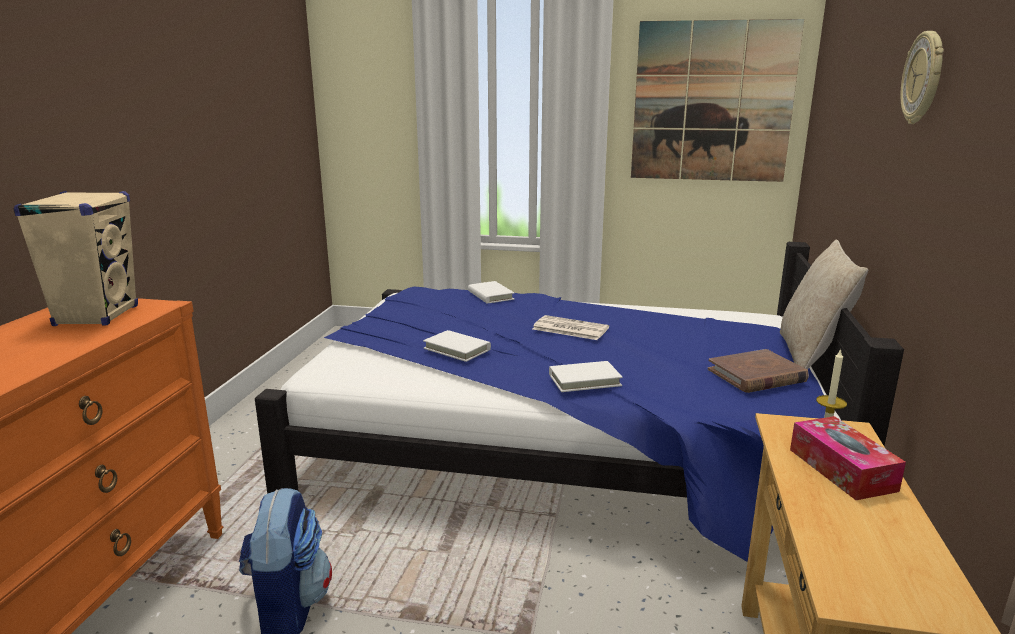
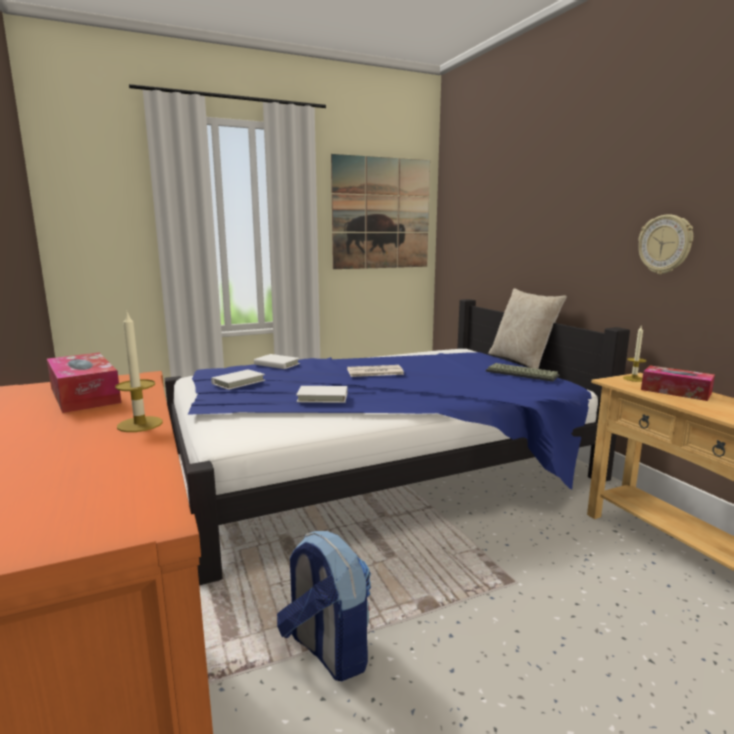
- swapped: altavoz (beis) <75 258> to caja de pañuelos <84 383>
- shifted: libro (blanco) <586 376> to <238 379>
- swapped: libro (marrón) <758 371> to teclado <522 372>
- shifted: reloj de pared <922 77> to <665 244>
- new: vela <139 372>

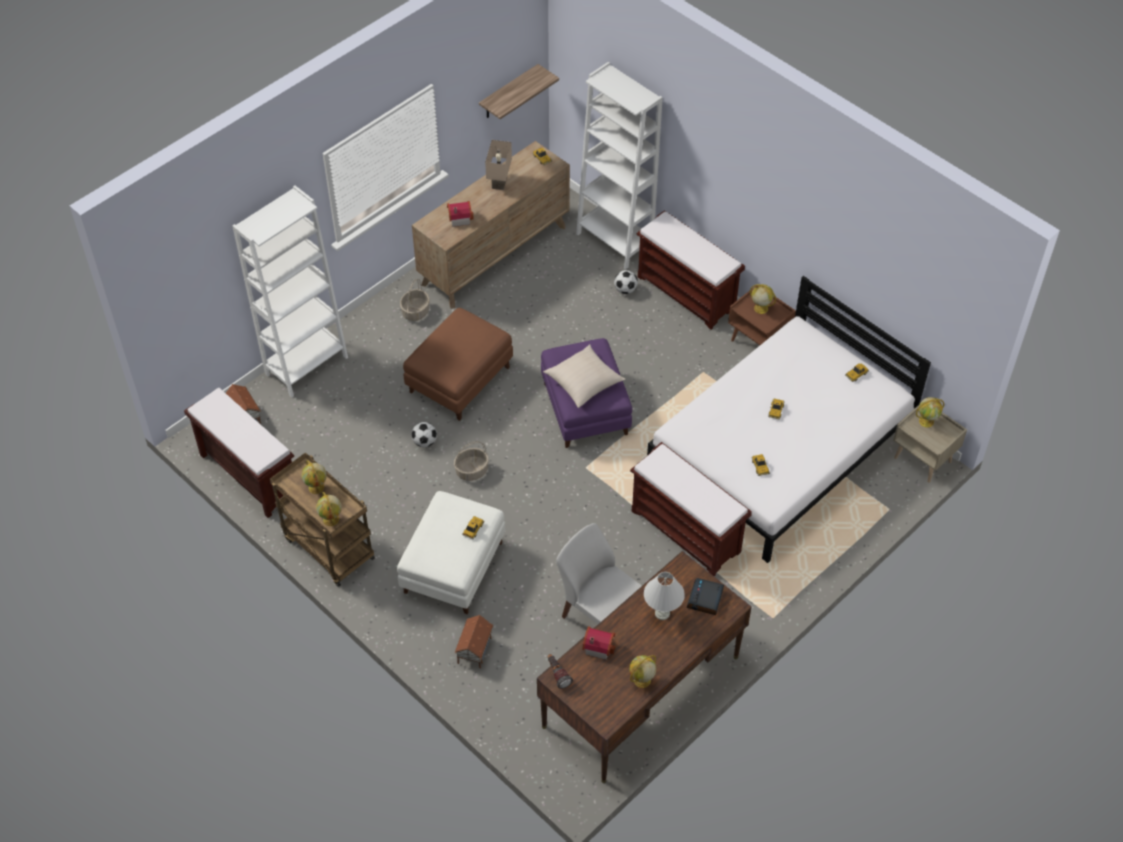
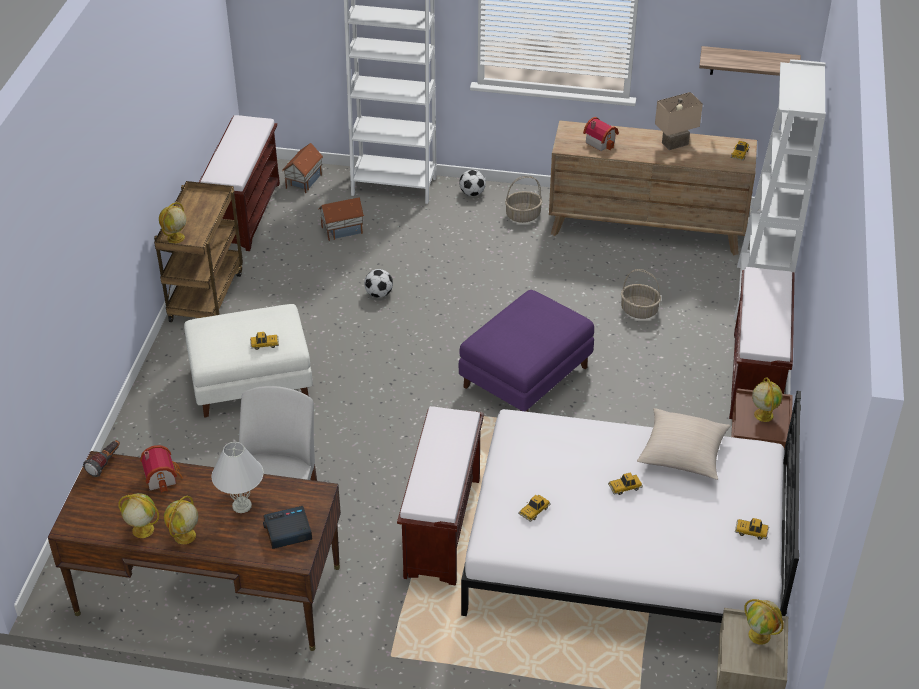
- shifted: globo terráqueo <314 477> to <181 520>
- gone: puf (marrón) <458 364>
- shifted: cesta <471 461> to <641 294>
- shifted: casita <473 641> to <341 219>
- shifted: cojín (beis) <584 376> to <684 444>
- shifted: balón de fútbol <626 282> to <472 183>

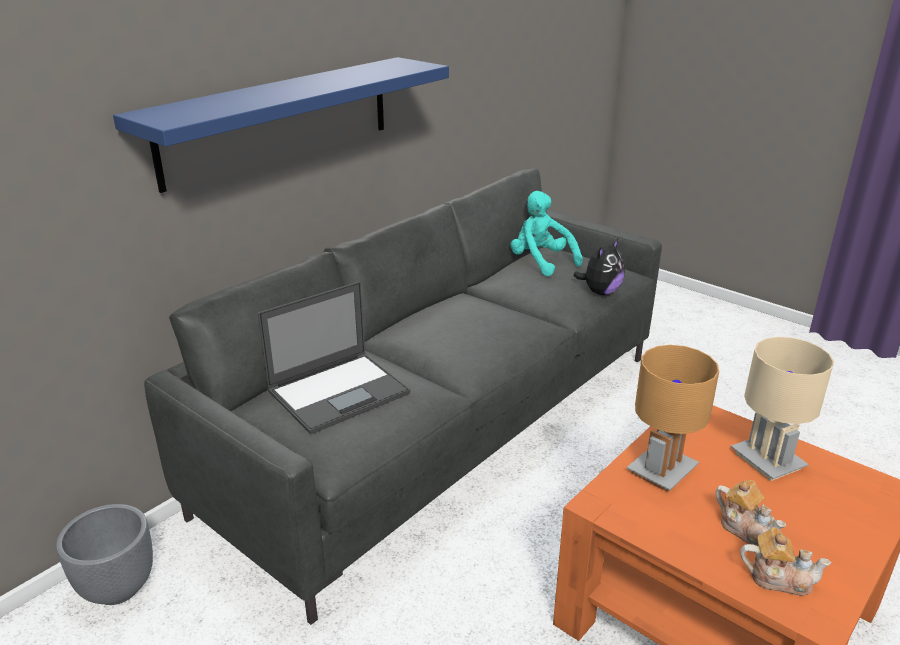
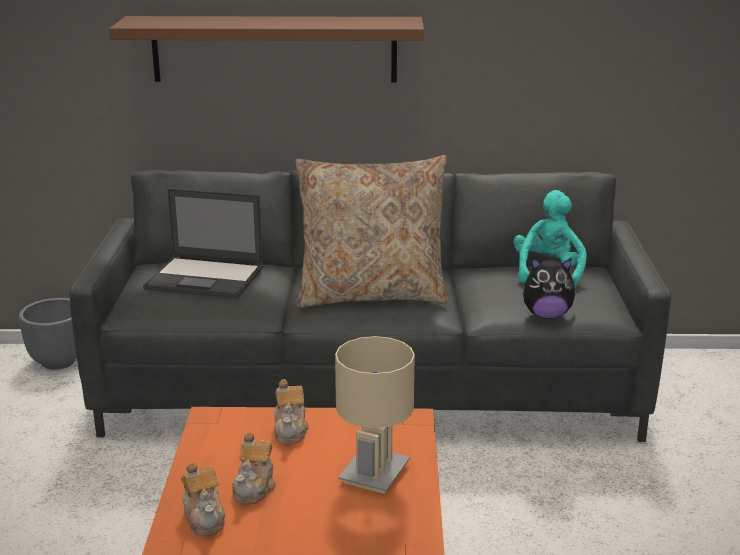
- repainted: estante (azul) <281 125> to estante (marrón) <266 49>
- swapped: lámpara de mesa (marrón) <673 418> to tetera <291 411>
- new: cojín (beis) <372 231>

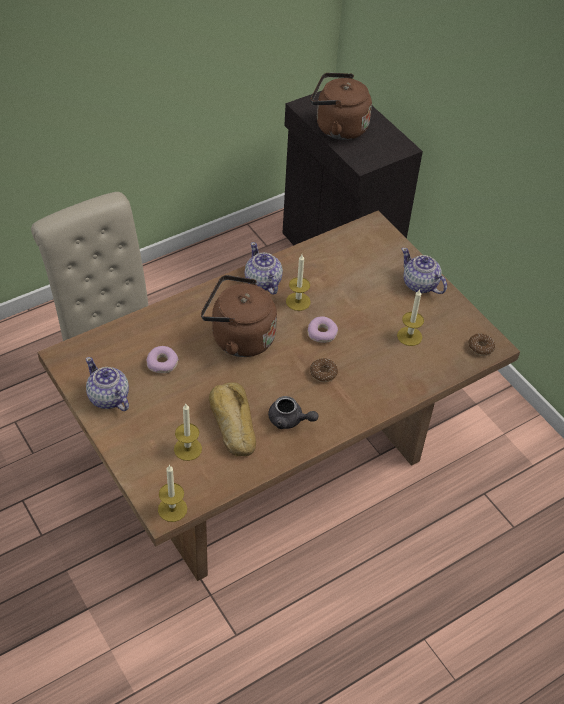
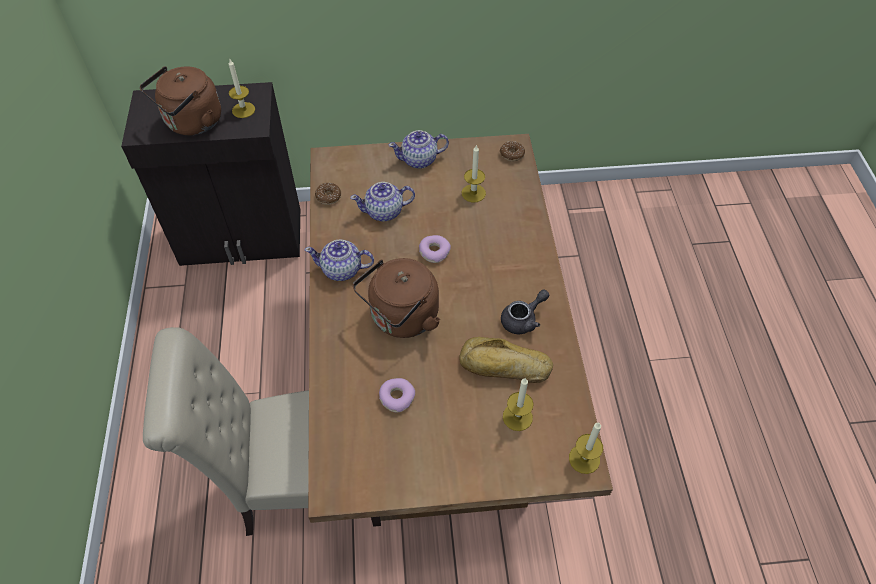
- shifted: tetera <107 384> to <382 201>
- shifted: vela <298 283> to <242 88>
- shifted: rosquilla <324 370> to <328 194>

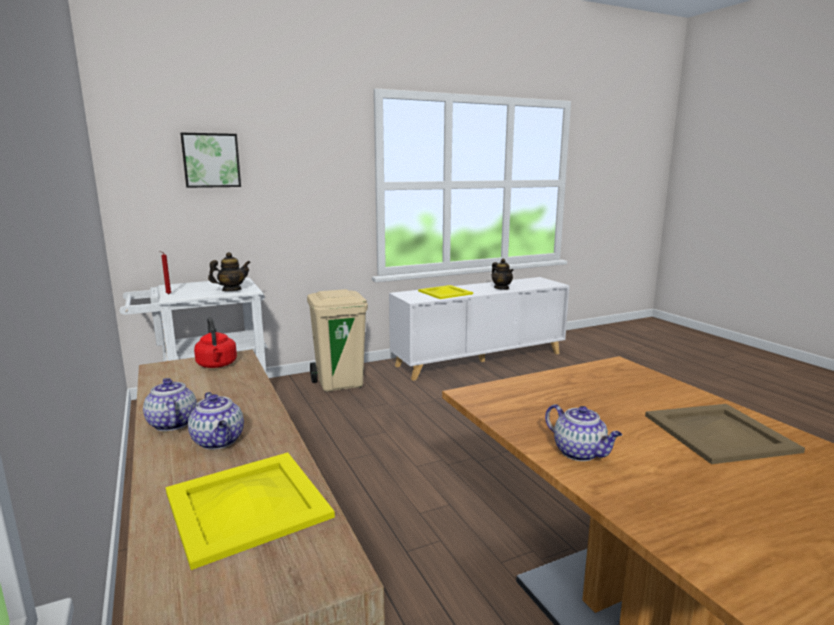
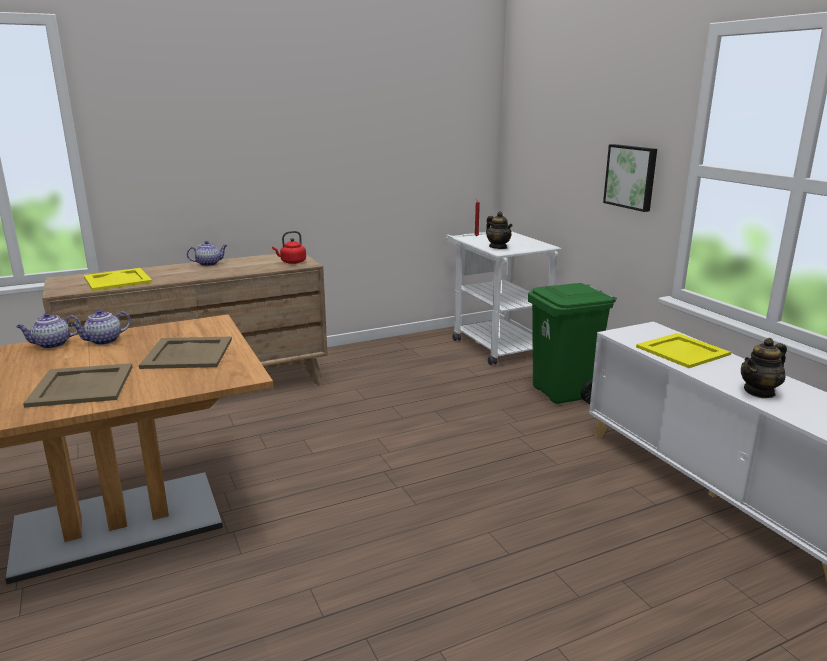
- shifted: cuadro <210 160> to <630 178>
- shifted: tetera <216 421> to <48 331>
- repainted: papelera (beis) <337 340> to papelera (verde) <572 343>
- new: bandeja (beis) <185 353>

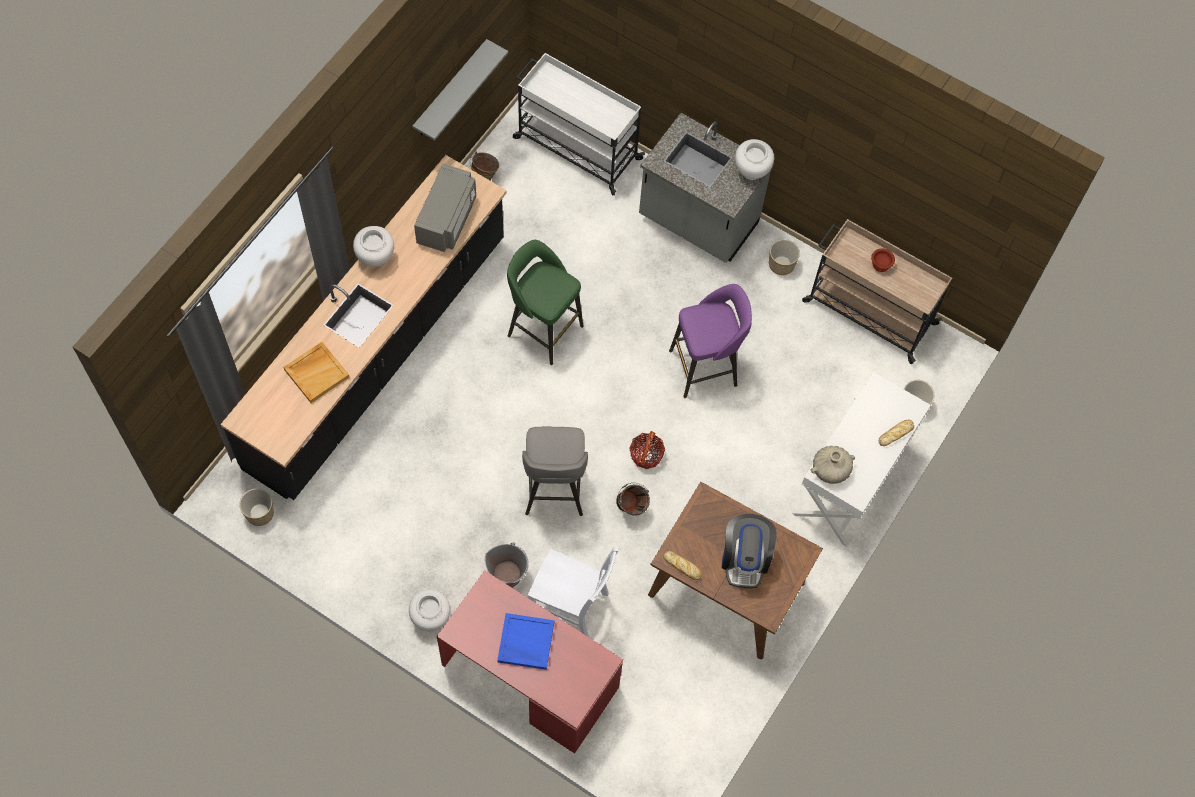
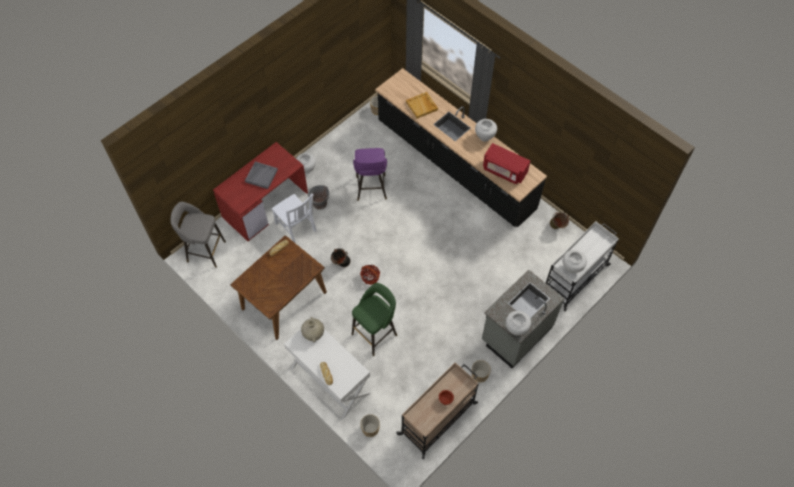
- gone: estante (gris) <460 90>
- repainted: microondas (gris) <445 208> to microondas (rojo) <507 163>
- repainted: bandeja (azul) <525 641> to bandeja (gris) <261 175>
- shifted: taburete (verde) <545 302> to <374 319>
- shifted: taburete (gris) <555 471> to <198 235>
- rotated: silla (blanco) <573 592> = <294 218> 75 degrees counterclockwise
- shifted: taburete (morado) <710 341> to <370 174>
- gone: cafetera <749 551>
- new: florero (blanco) <575 261>

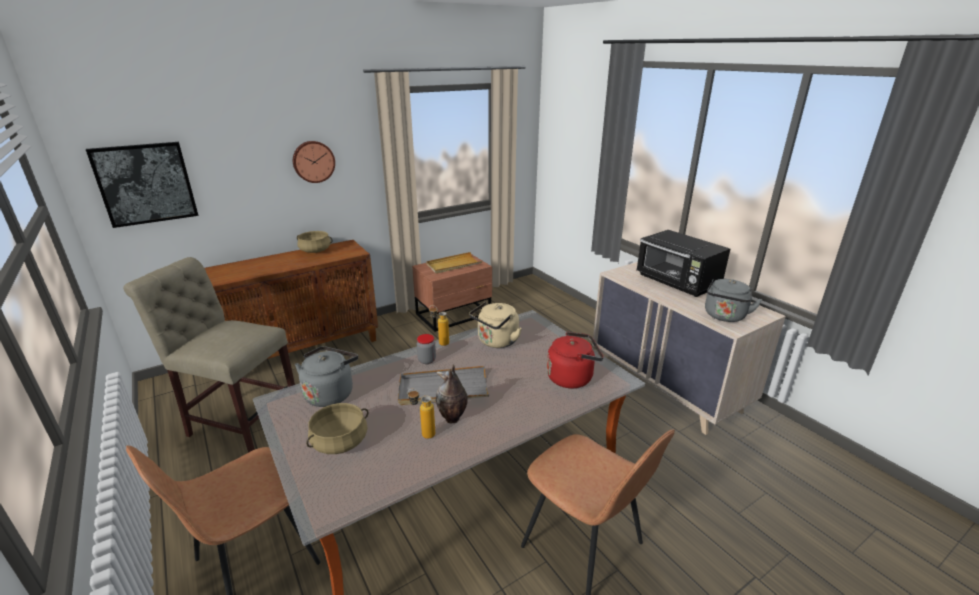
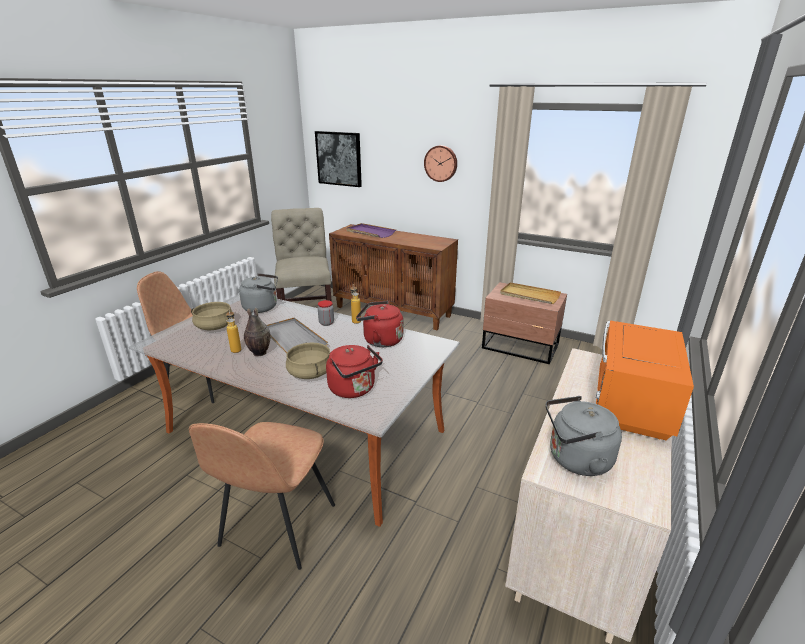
- shifted: olla (beis) <314 242> to <308 360>
- repainted: hervidor (beis) <495 325> to hervidor (rojo) <379 324>
- repainted: microondas (negro) <683 263> to microondas (naranja) <645 380>
- new: bandeja (morado) <371 230>

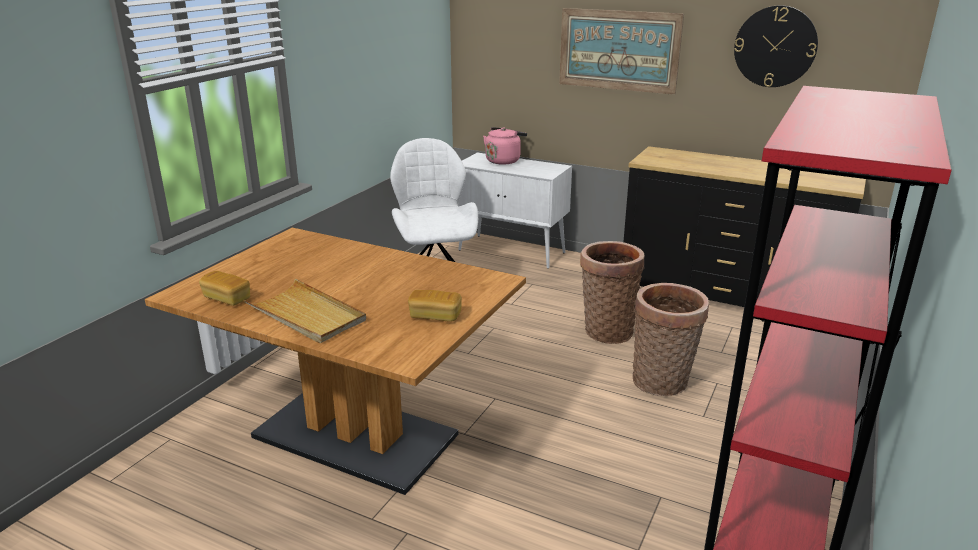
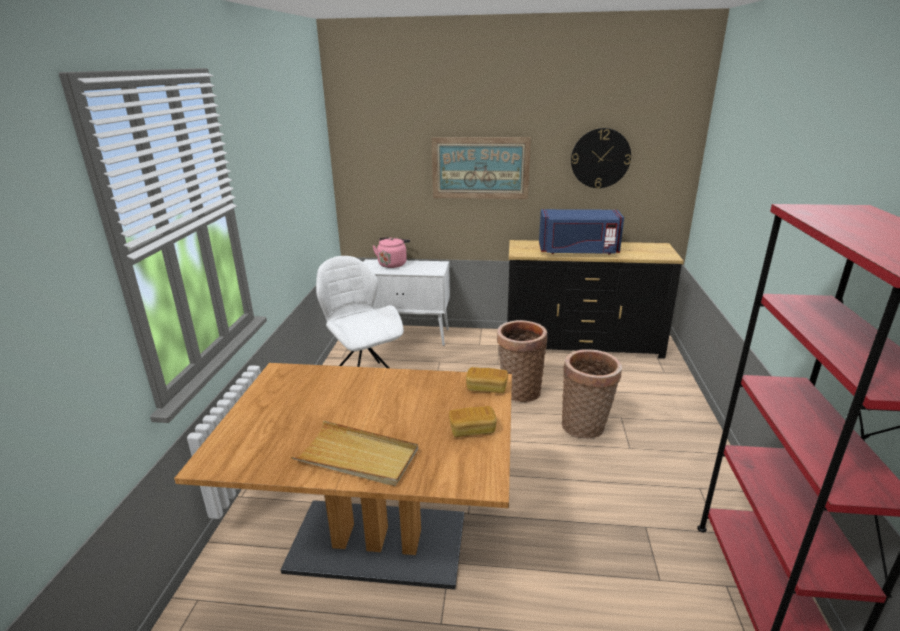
- shifted: pan <224 288> to <487 380>
- new: microondas (azul) <581 232>

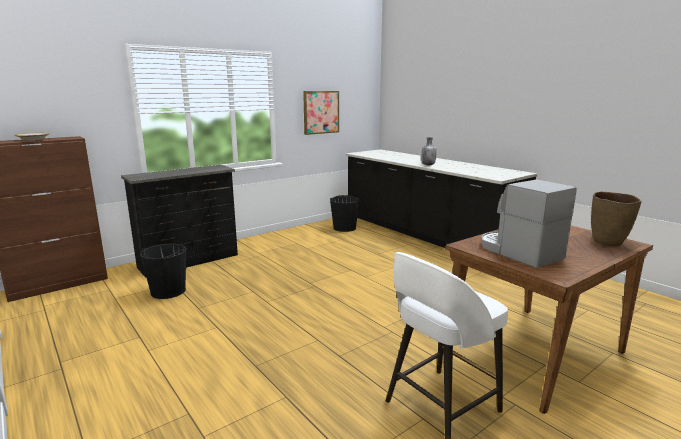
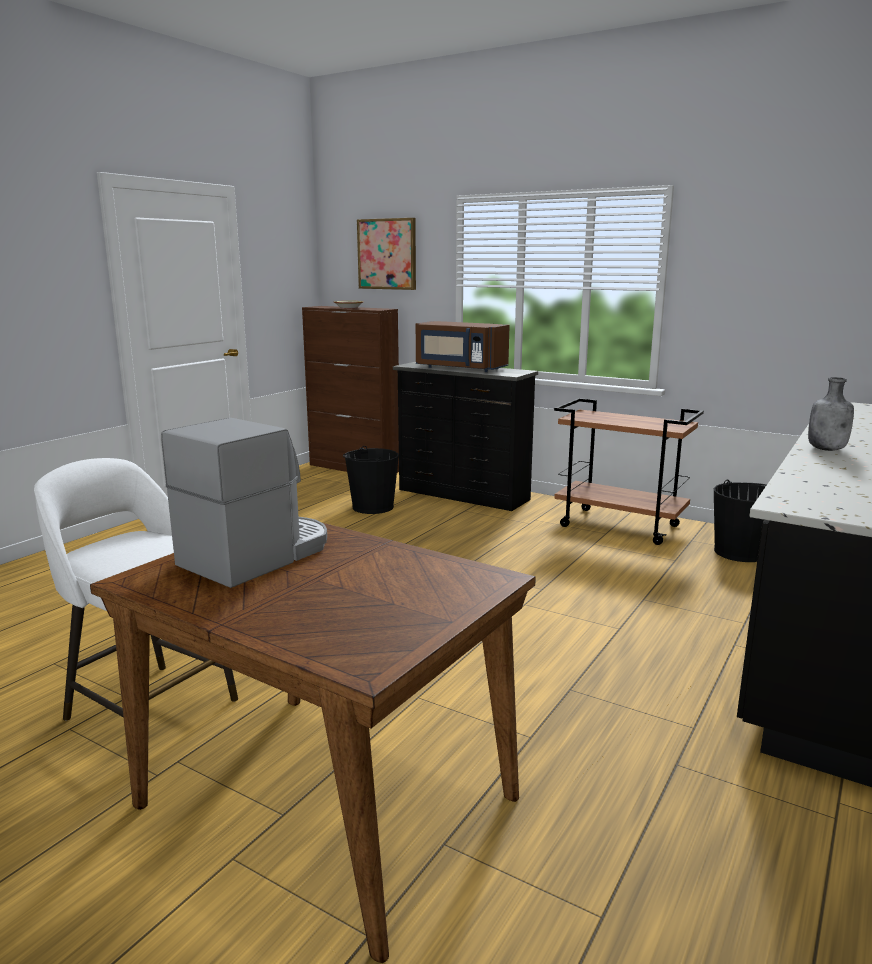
- shifted: cuadro <321 113> to <386 254>
- gone: florero (marrón) <616 219>
- new: microondas (marrón) <463 346>
- new: carrito (marrón) <629 471>

